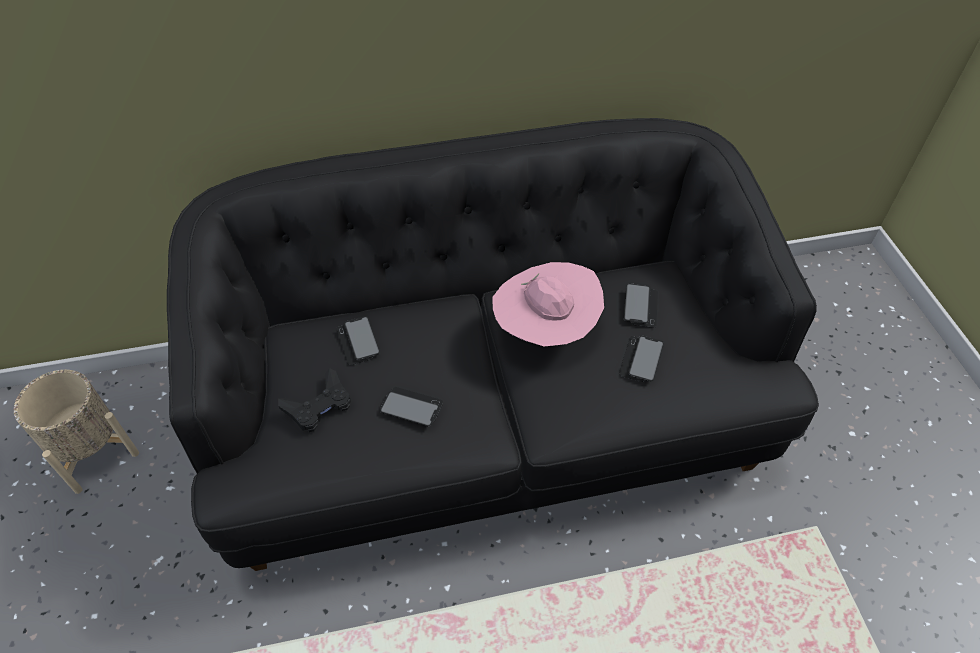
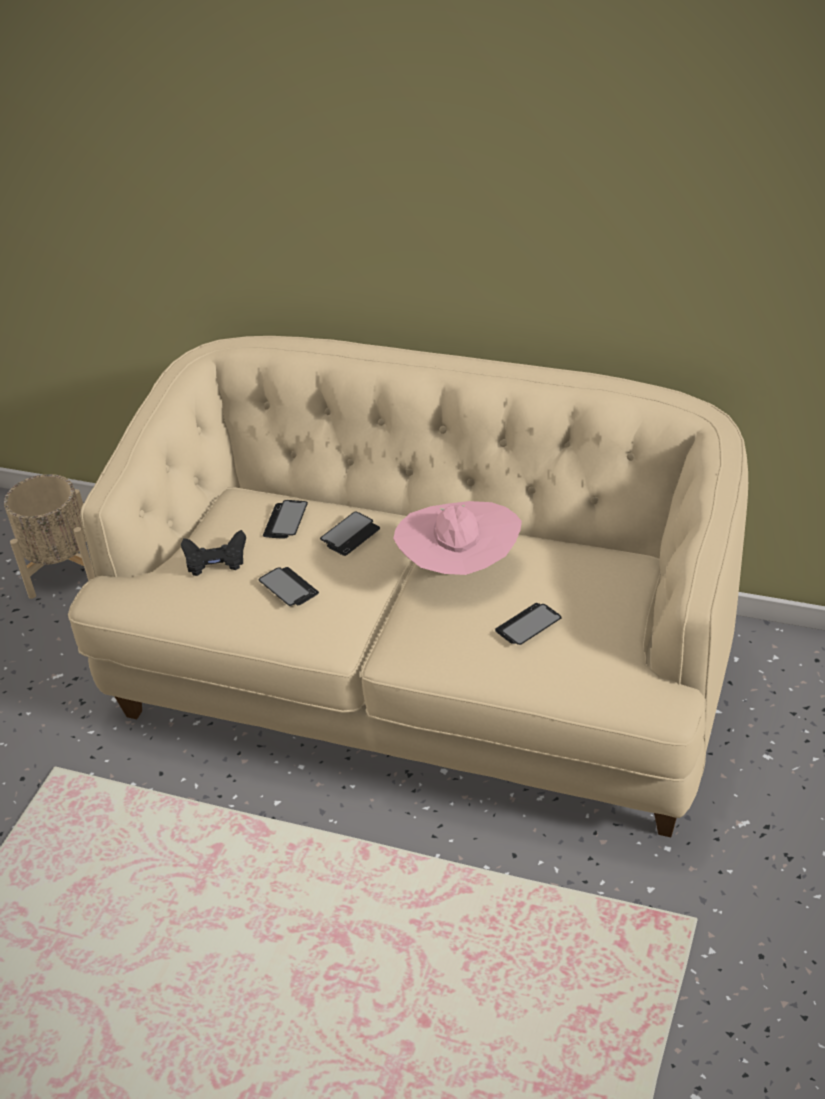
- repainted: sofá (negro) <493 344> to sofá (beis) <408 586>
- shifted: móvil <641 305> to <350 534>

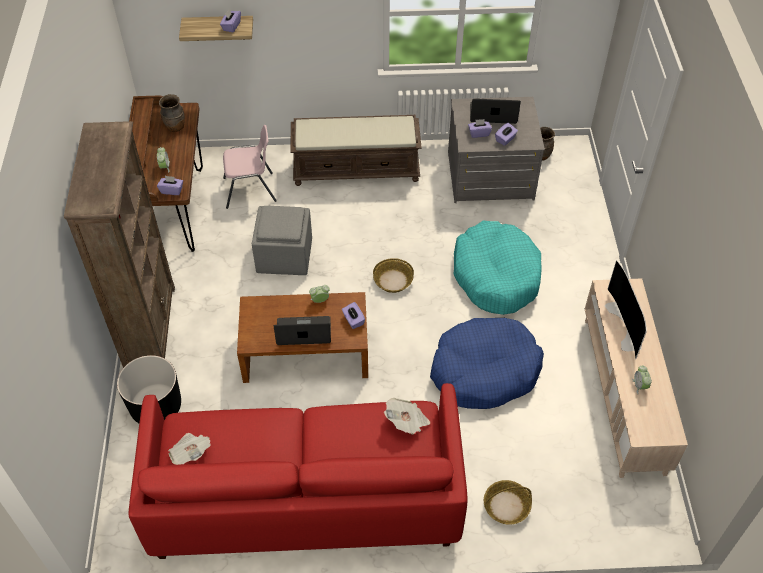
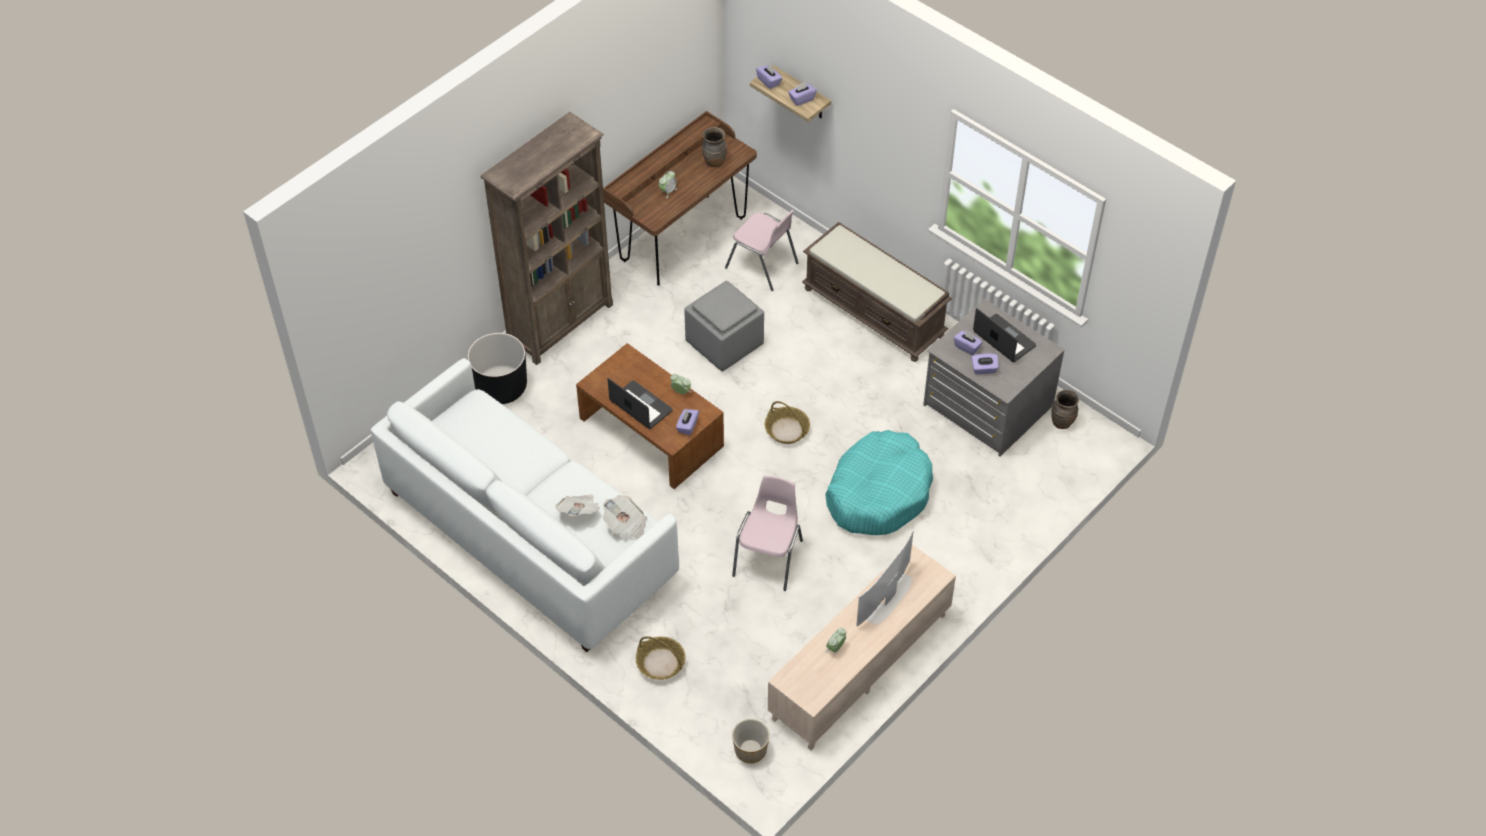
- repainted: sofá (rojo) <297 471> to sofá (blanco) <525 505>
- shifted: caja de pañuelos (morado) <170 185> to <769 76>
- shifted: periódico <189 449> to <577 505>
- swapped: cama para perro (azul) <487 363> to silla (rosa) <767 533>
- new: maceta <750 741>

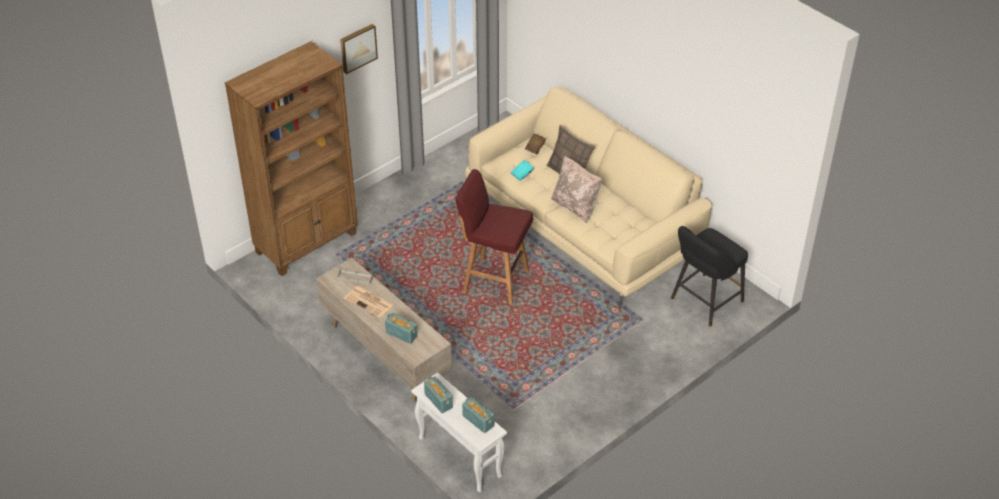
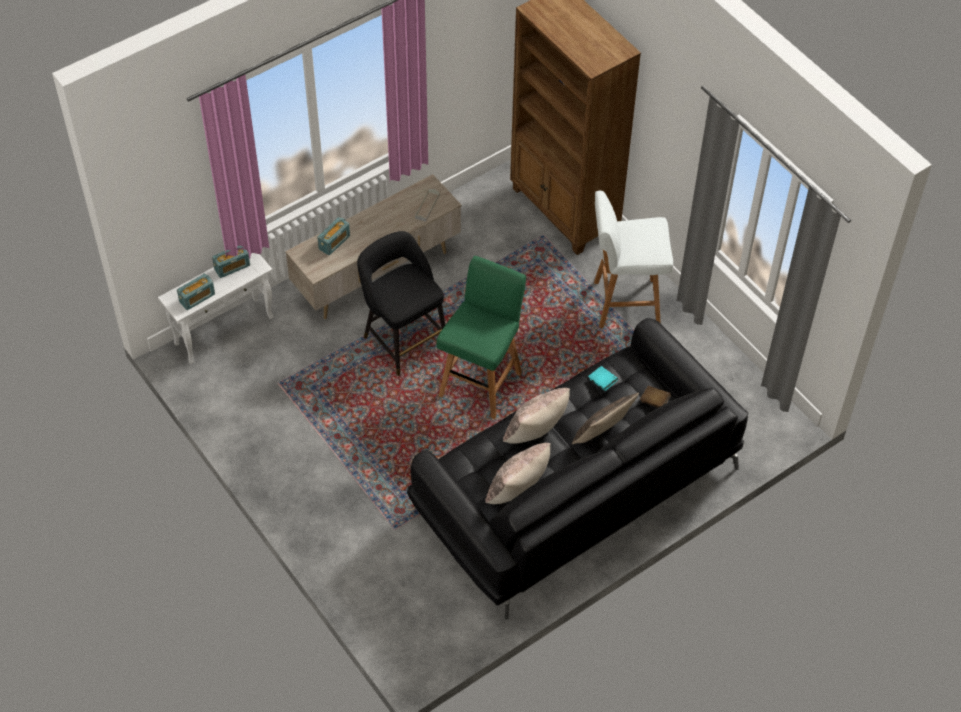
- gone: cuadro <359 49>
- gone: periódico <369 302>
- repainted: taburete (rojo) <494 237> to taburete (verde) <481 337>
- repainted: sofá (beis) <588 198> to sofá (negro) <577 468>
- shifted: taburete (negro) <709 276> to <401 303>
- new: cojín (beis) <518 473>
- new: taburete (blanco) <633 259>

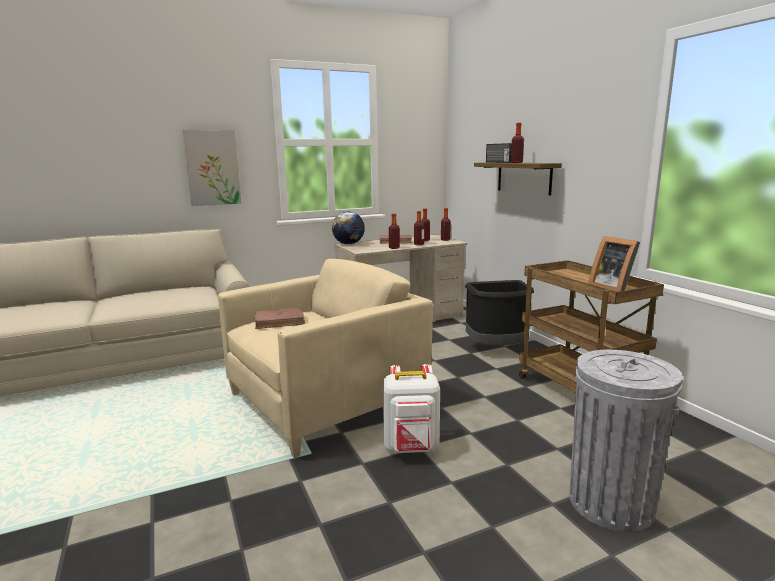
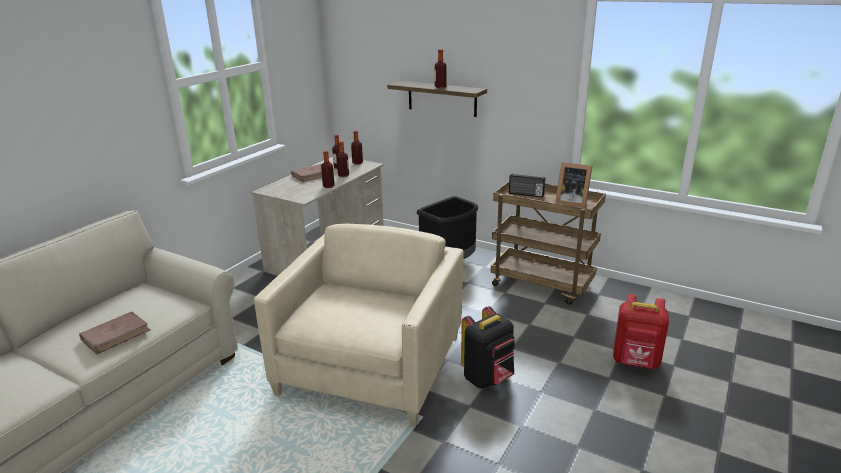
- gone: cuadro <212 168>
- shifted: libro (marrón) <280 318> to <115 333>
- gone: globo terráqueo <348 227>
- repainted: mochila (blanco) <411 408> to mochila (negro) <488 347>
- shifted: radio <499 153> to <527 185>
- swapped: papelera (gris) <626 441> to mochila (rojo) <641 331>

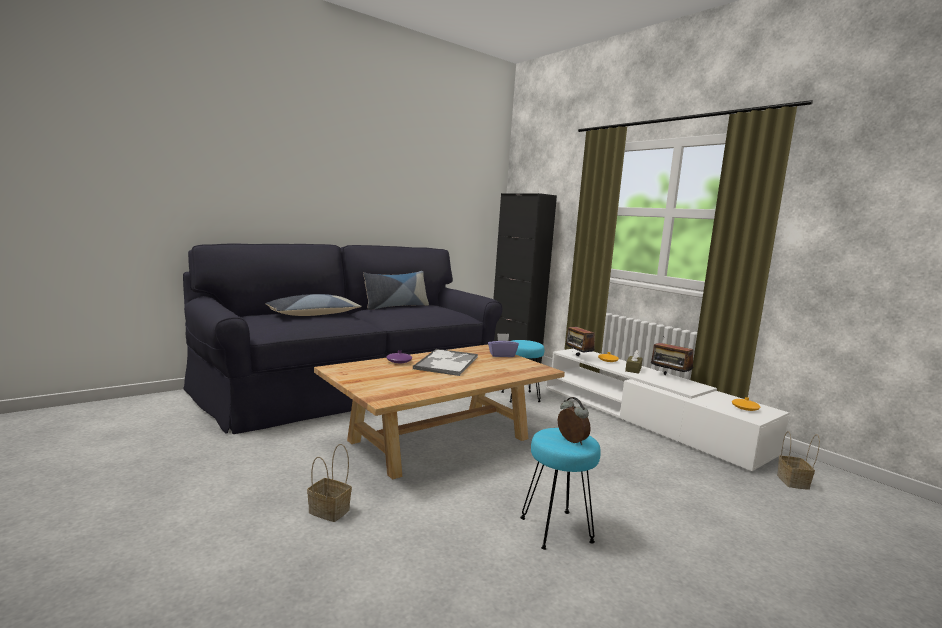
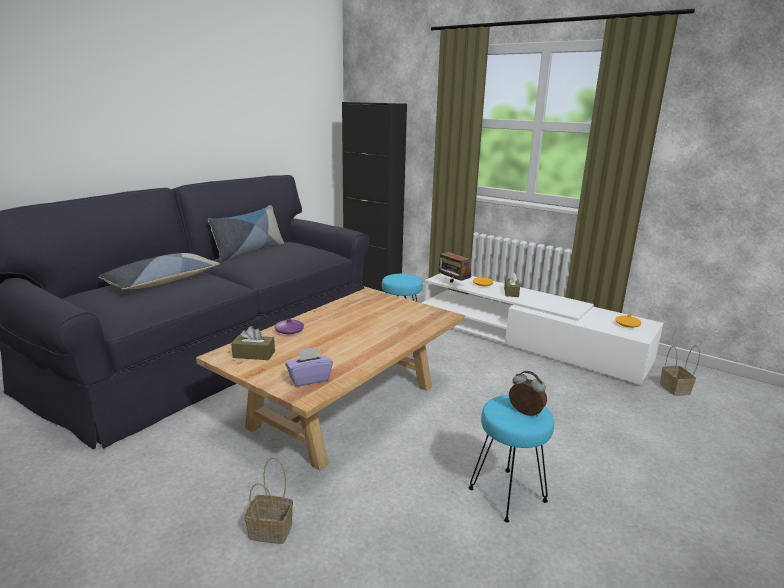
- gone: bandeja <445 362>
- shifted: caja de pañuelos (morado) <503 345> to <309 367>
- gone: radio <672 359>
- new: caja de pañuelos (marrón) <253 343>

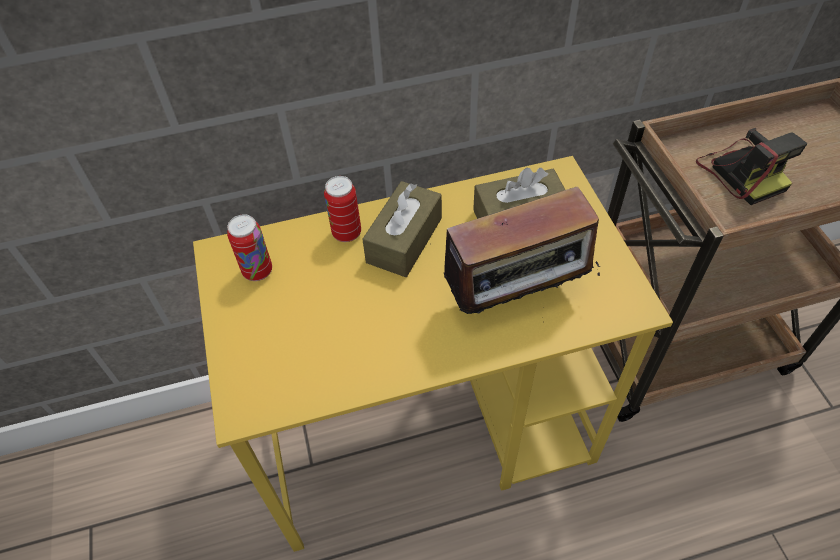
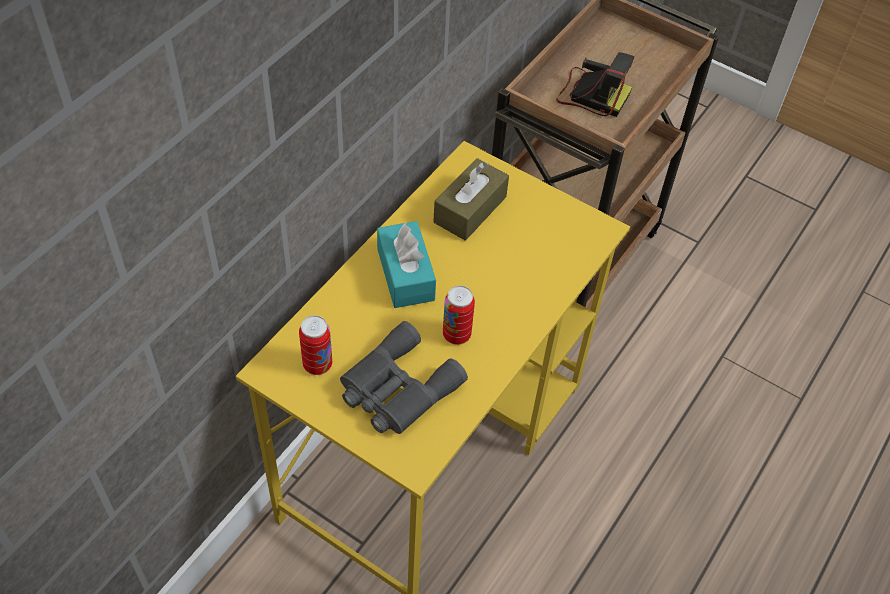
- shifted: lata <342 209> to <459 315>
- repainted: caja de pañuelos (marrón) <402 229> to caja de pañuelos (turquesa) <406 264>
- gone: radio <523 252>
- new: prismáticos (gris) <404 377>

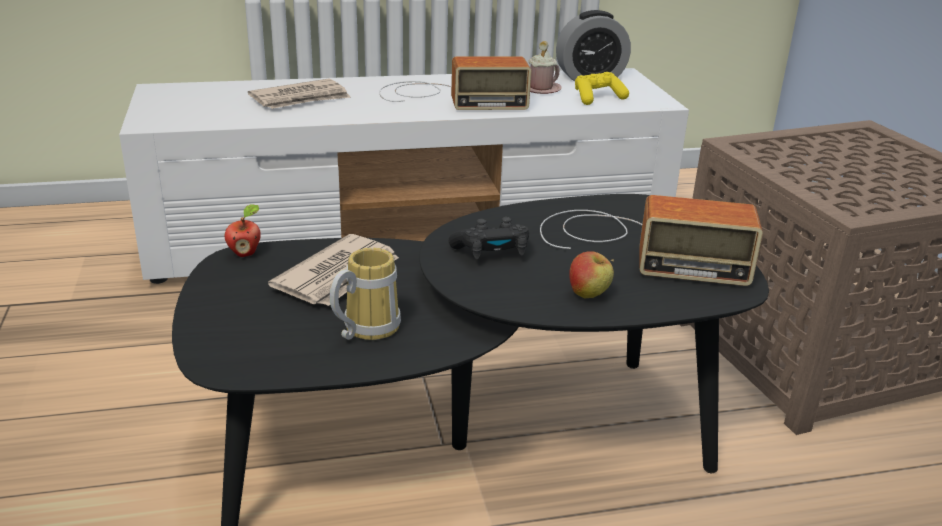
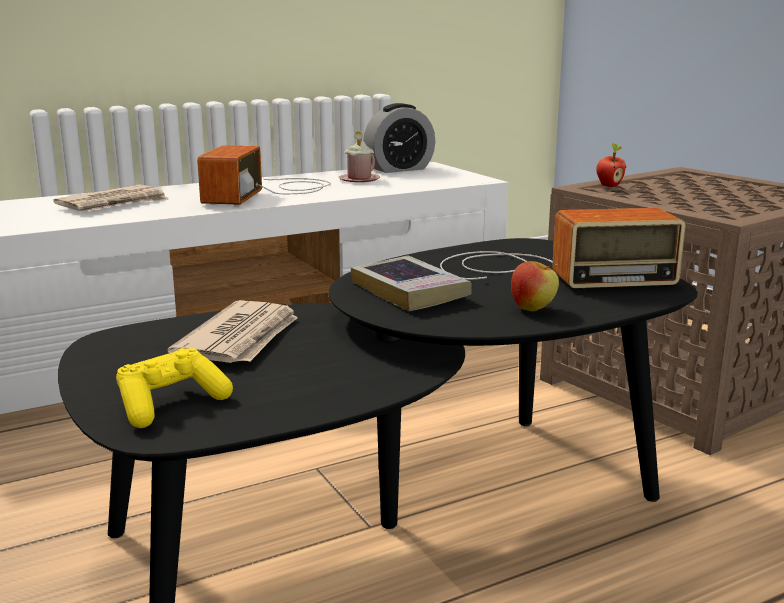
- shifted: manzana <243 230> to <611 165>
- gone: taza grande <365 294>
- rotated: radio <455 83> = <264 175> 120 degrees clockwise
- swapped: mando de consola (negro) <489 238> to libro <411 283>
- shifted: mando de consola (amarillo) <602 88> to <174 388>

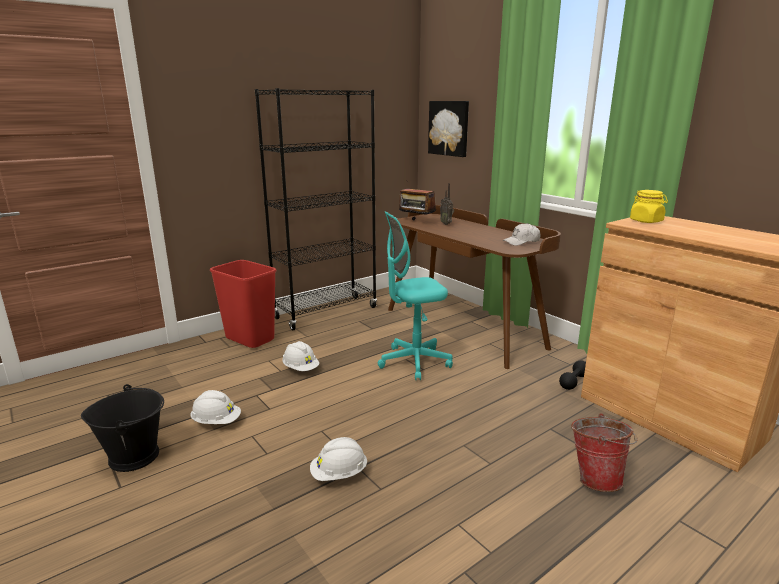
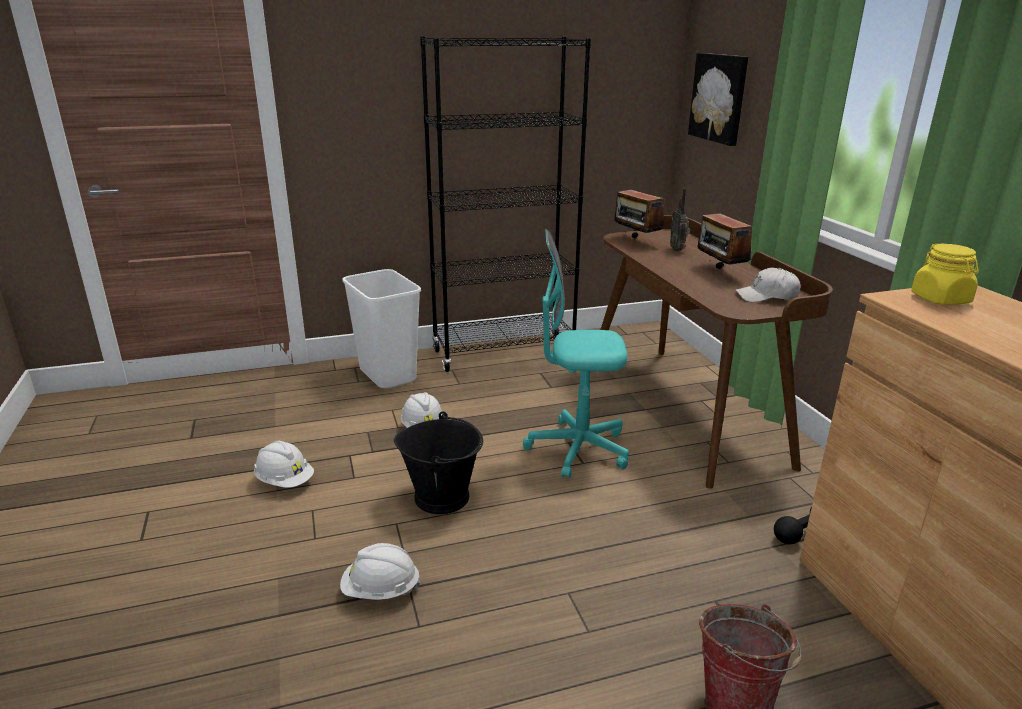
- shifted: cubo (negro) <122 428> to <438 463>
- repainted: papelera (rojo) <243 304> to papelera (blanco) <381 328>
- new: radio <725 241>

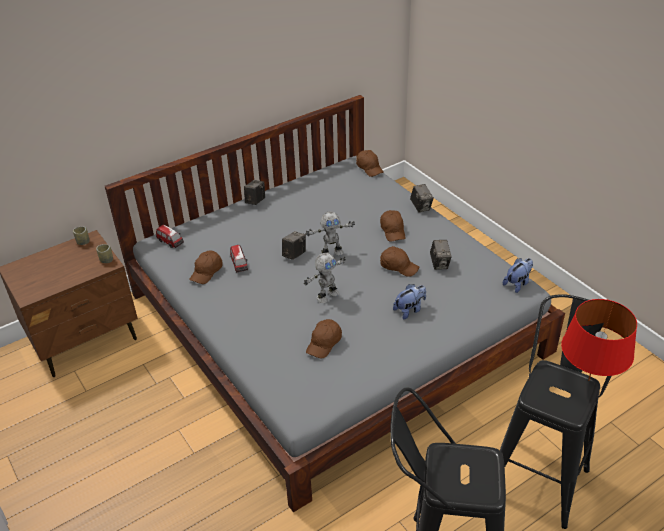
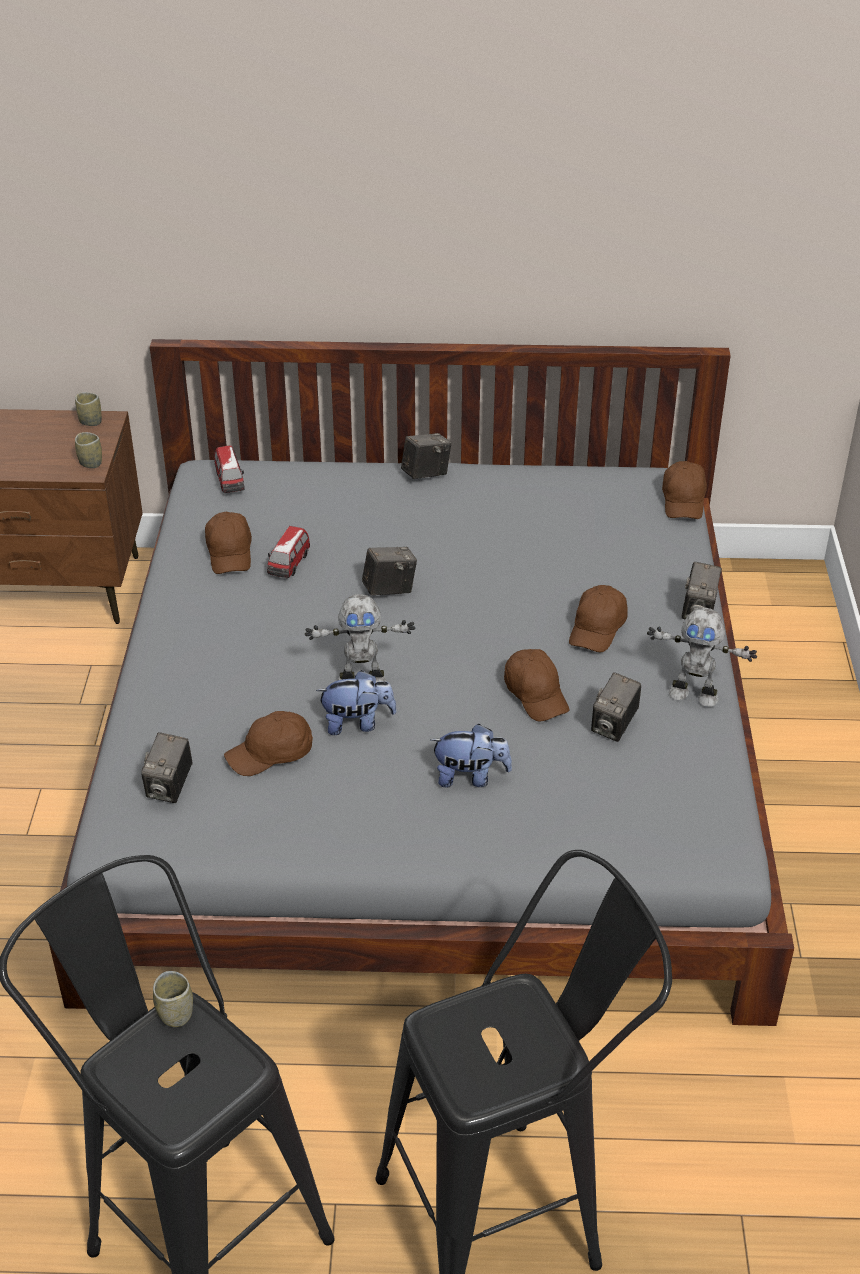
- rotated: gorra (marrón) <206 267> = <228 543> 75 degrees counterclockwise
- shifted: robot de juguete <330 233> to <702 657>
- shifted: peluche <518 275> to <356 702>
- gone: lámpara de mesa (rojo) <599 340>
- new: cámara <167 767>
- new: taza <173 999>

